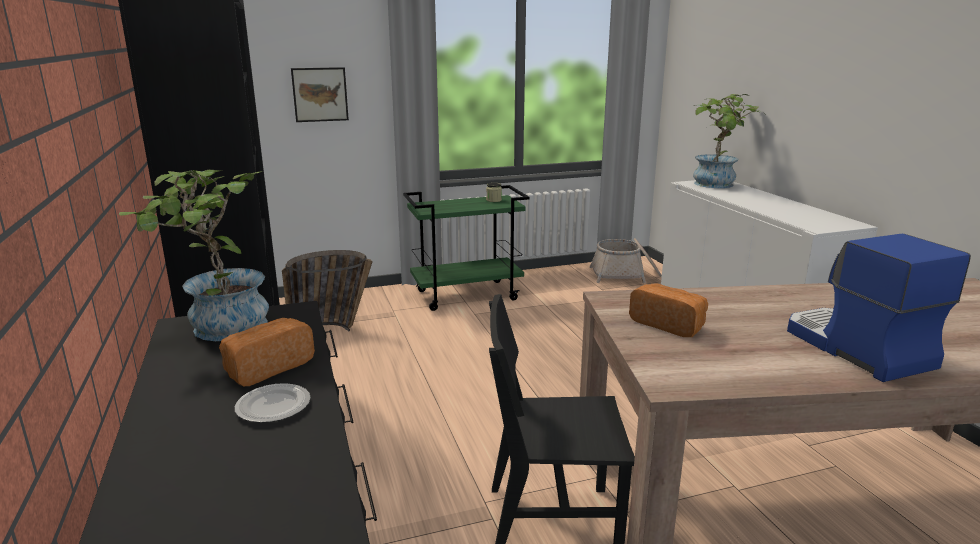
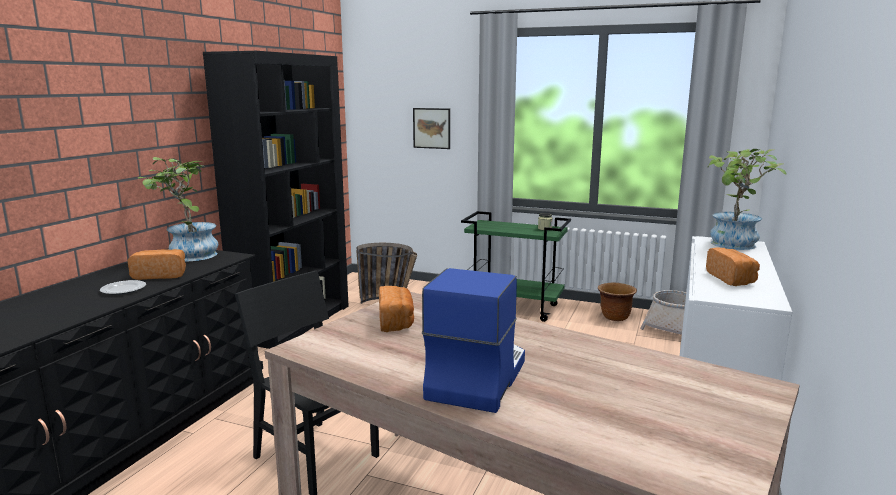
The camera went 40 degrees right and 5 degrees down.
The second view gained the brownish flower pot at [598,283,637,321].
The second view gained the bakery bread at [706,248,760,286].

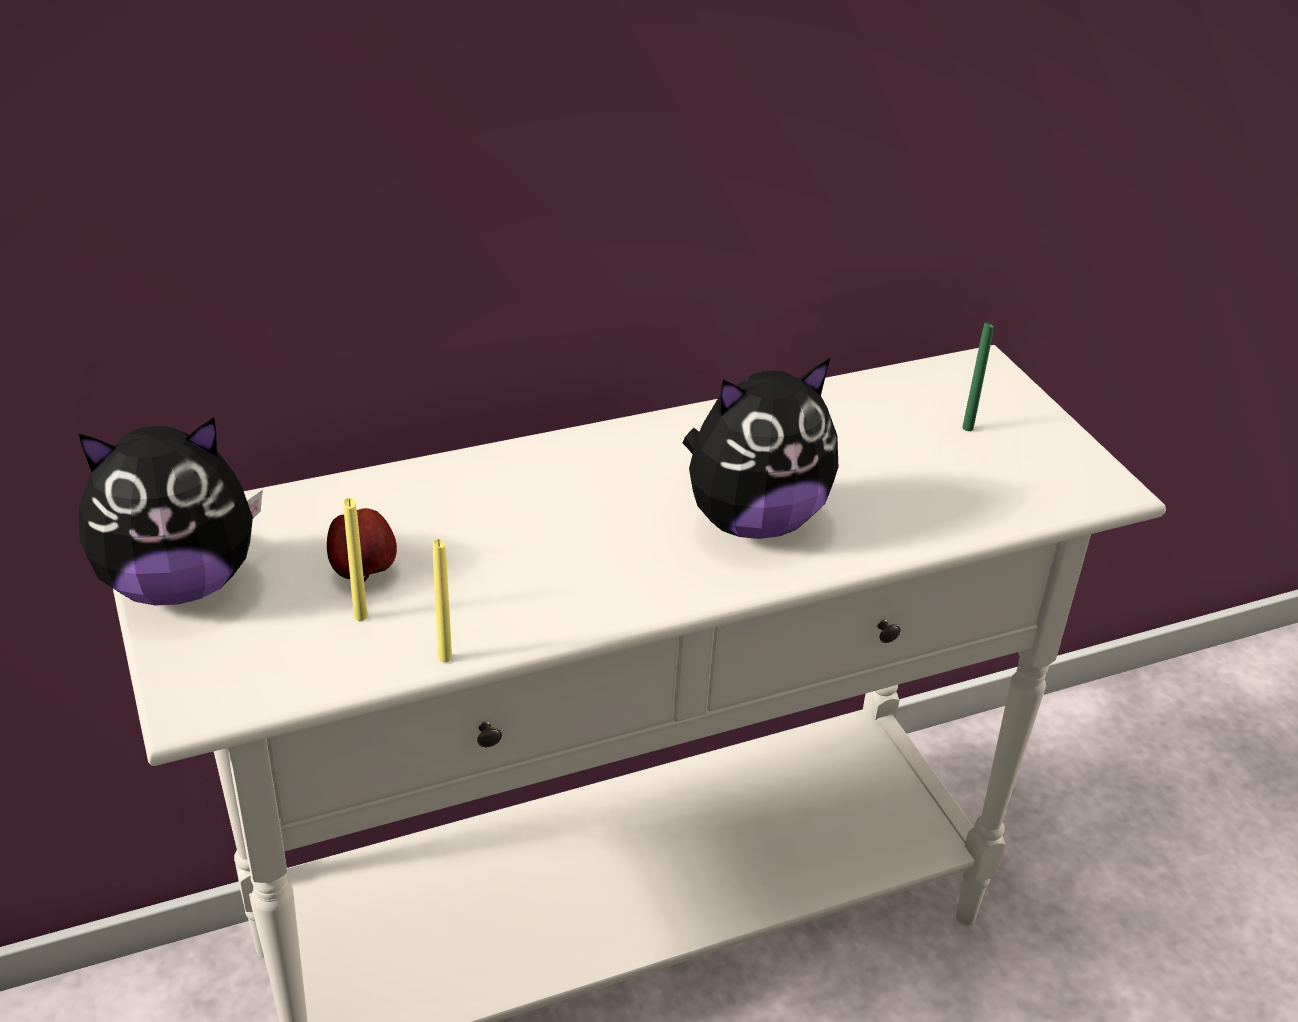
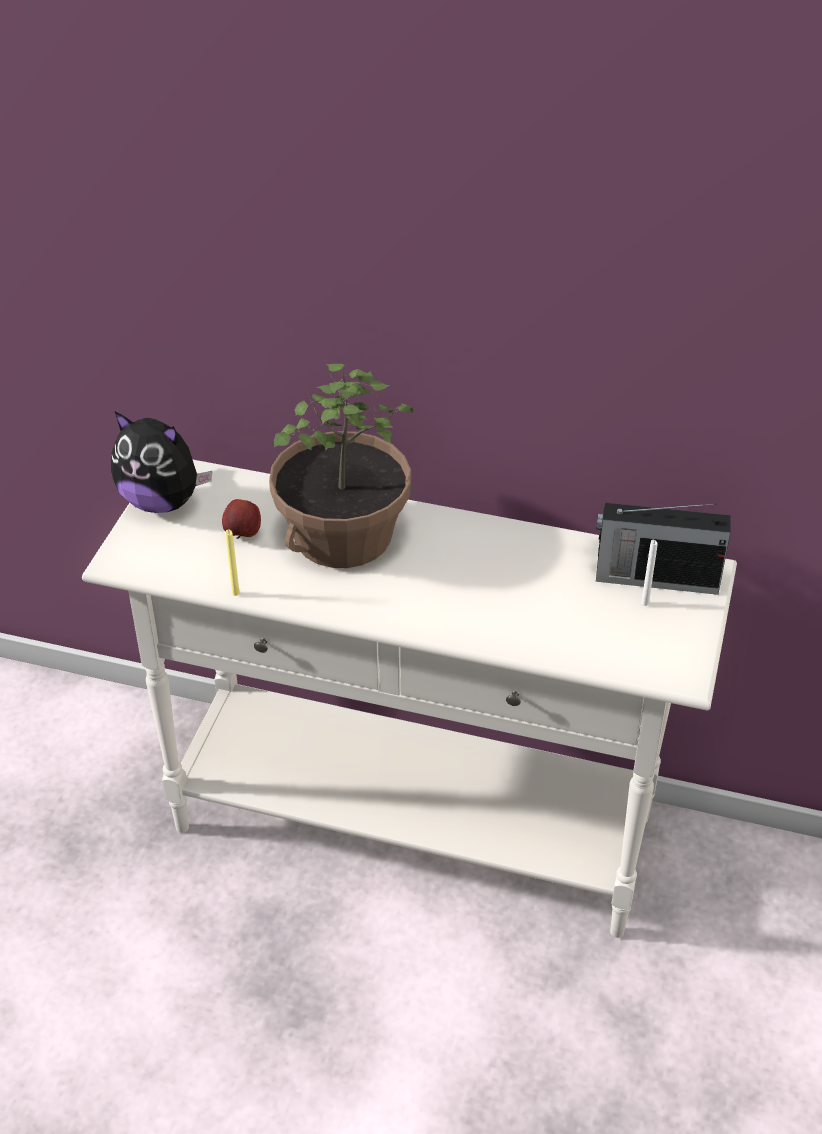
The camera went 40 degrees right and 5 degrees up.
The second view lost the yellowish candle at [343,498,367,621].
The second view lost the soft toy at [683,358,838,539].
What was the greenish candle at [962,322,994,431] turned into the white-coloured candle at [641,540,658,606].
The second view gained the potted plant at [269,364,413,568].
The second view gained the radio receiver at [596,503,731,595].

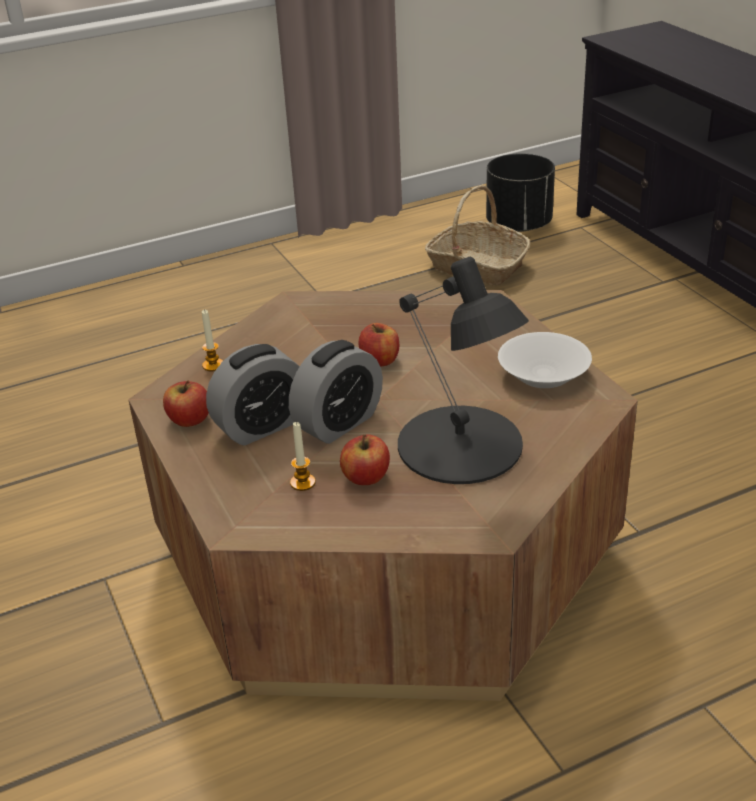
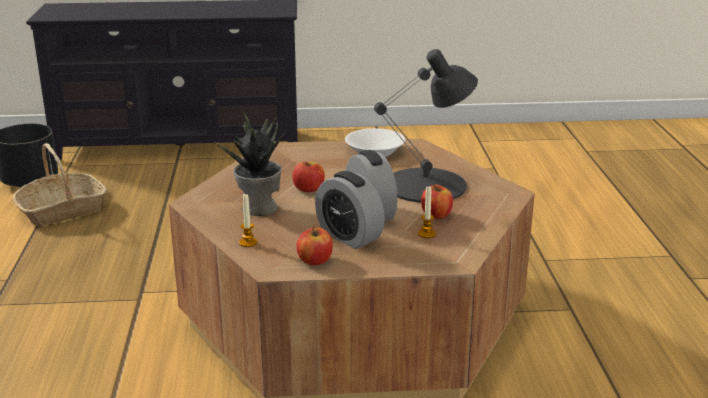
The camera went 70 degrees left and 10 degrees down.
The bedside clock at [206,344,300,446] ended up facing another way, 150 degrees clockwise from before.
The second view gained the potted plant at [213,112,284,216].

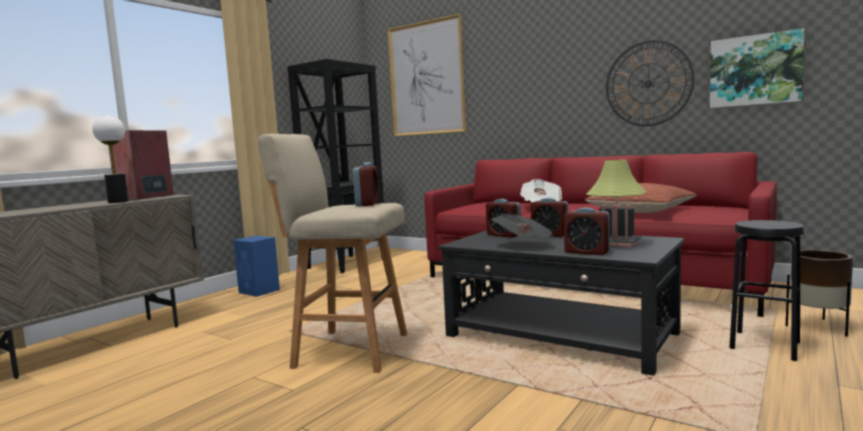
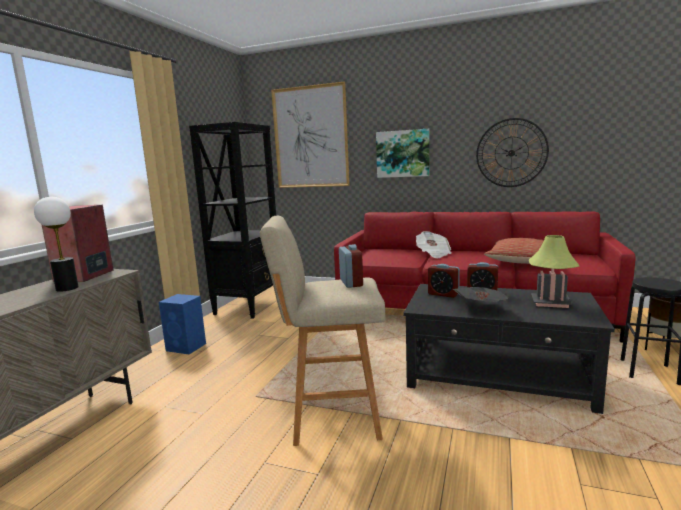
The camera went 15 degrees left and 5 degrees up.
The second view lost the bedside clock at [564,207,610,255].
The wall art ended up elsewhere, having gone from [710,28,805,108] to [376,129,430,178].

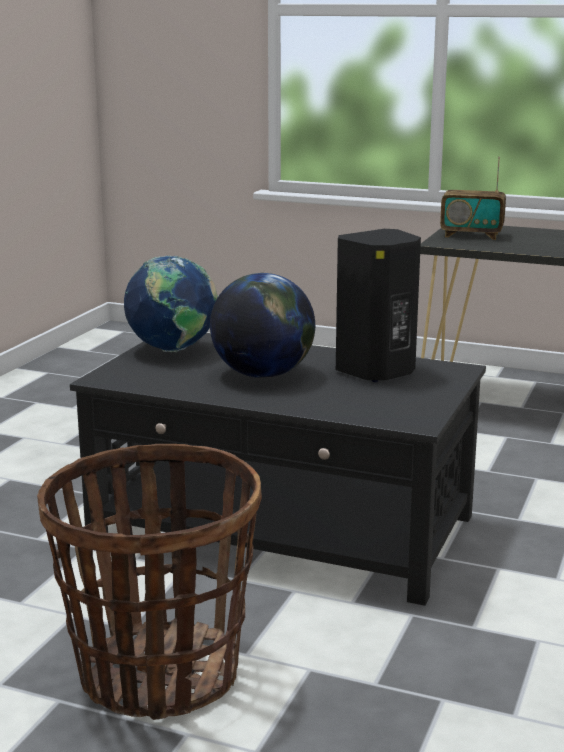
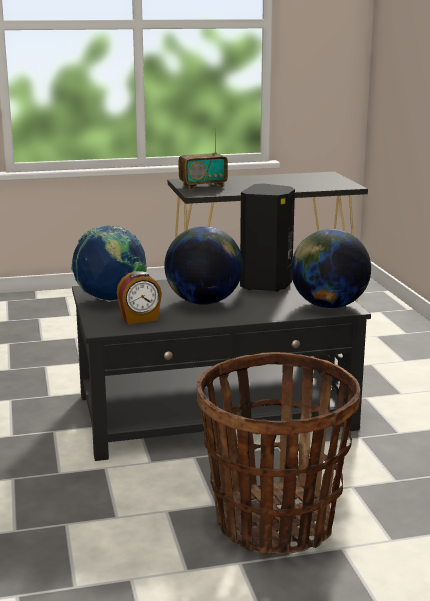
The camera went 35 degrees left and 0 degrees up.
The second view gained the bedside clock at [116,271,162,325].
The second view gained the world globe at [291,229,371,308].

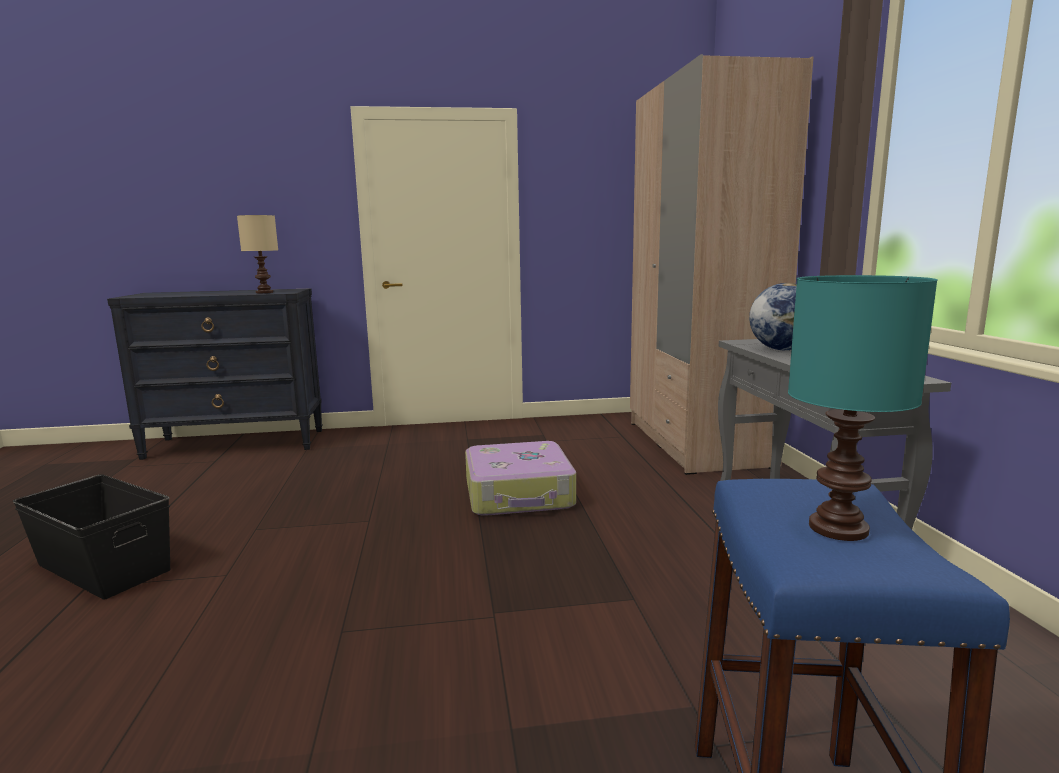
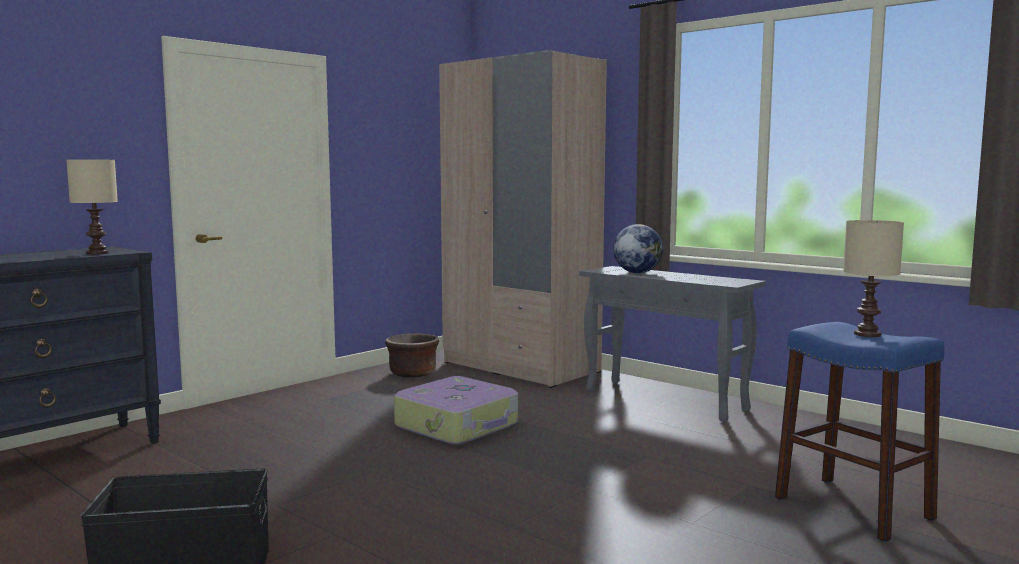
The camera went 40 degrees left and 5 degrees down.
What was the turquoise lamp for a table at [788,275,938,541] turned into the beige-coloured lamp for a table at [843,220,904,337].
The second view gained the brownish flower pot at [385,333,439,378].

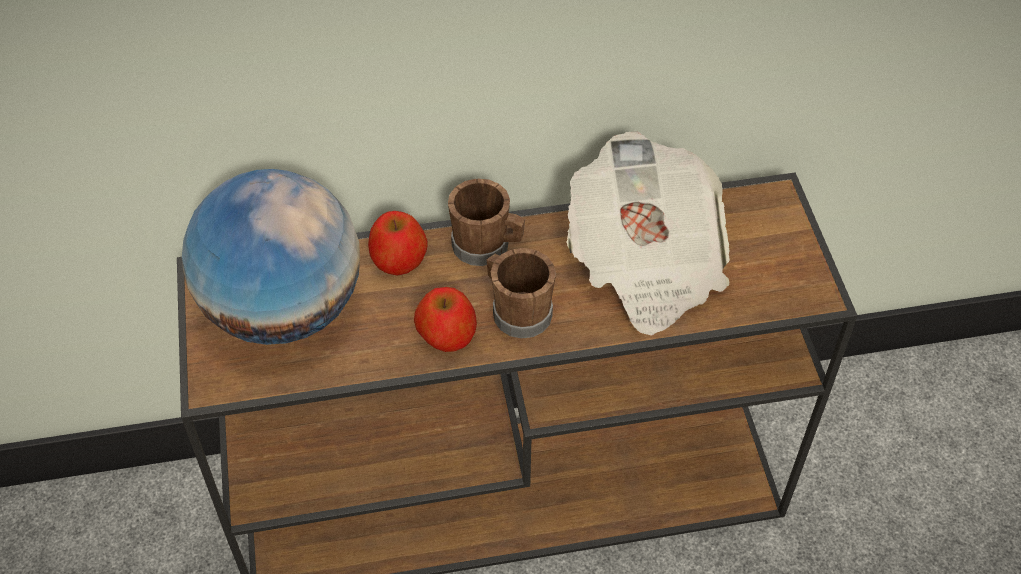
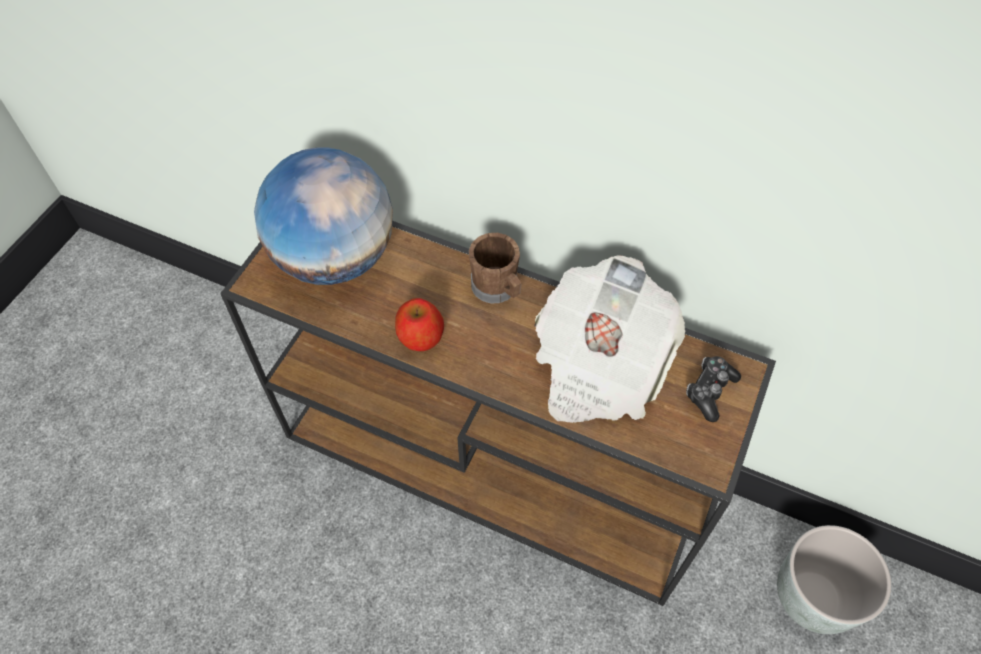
The camera went 35 degrees right and 5 degrees up.
The second view lost the apple fruit at [368,211,428,276].
The second view lost the brownish mug at [486,248,556,339].
The second view gained the game controller at [686,356,741,422].
The second view gained the greyish flower pot at [777,525,891,634].

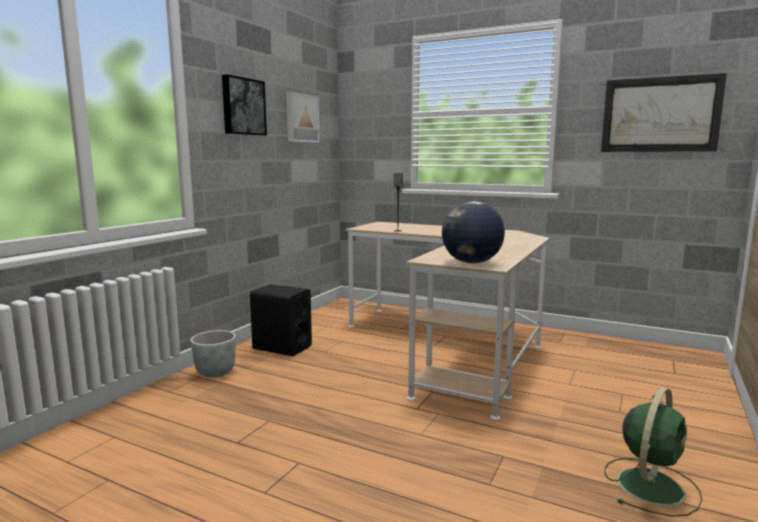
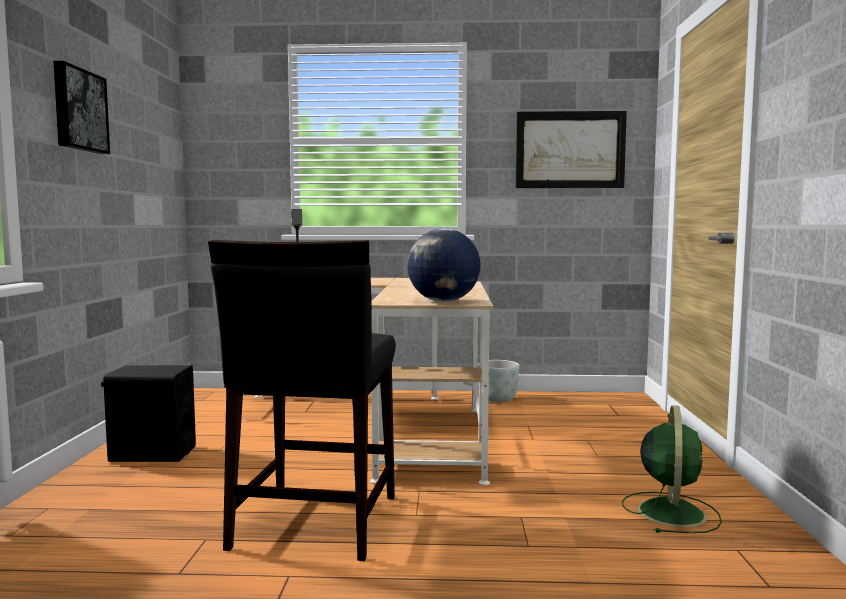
The camera went 25 degrees left and 5 degrees down.
The greyish flower pot ended up elsewhere, having gone from [190,330,236,378] to [478,360,520,403].
The second view lost the wall art at [286,92,320,143].
The second view gained the blackish plain chair at [208,240,396,561].

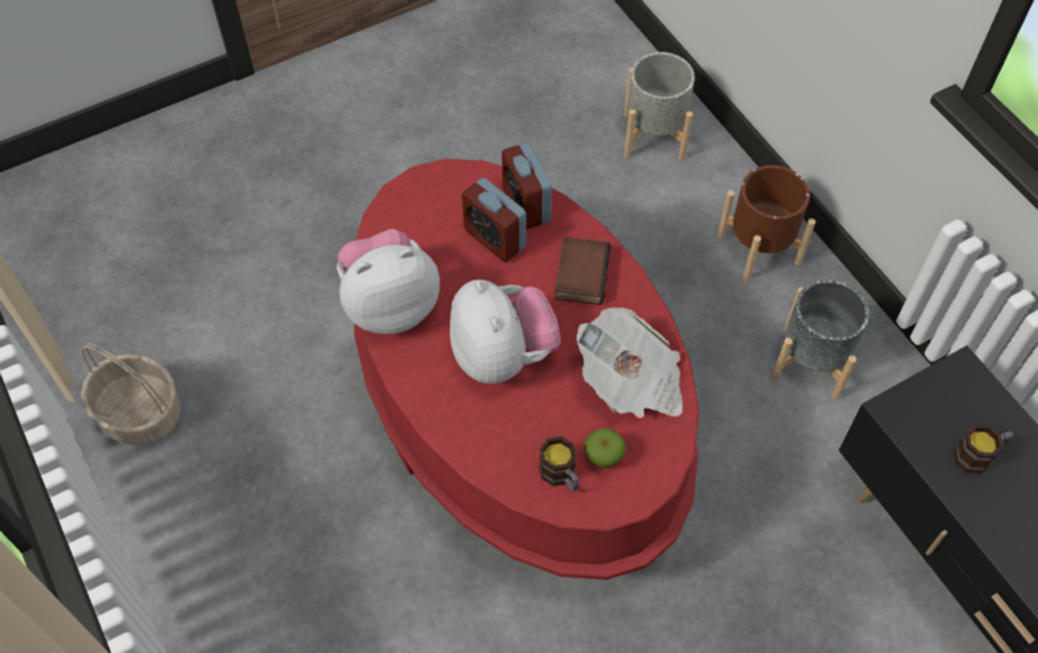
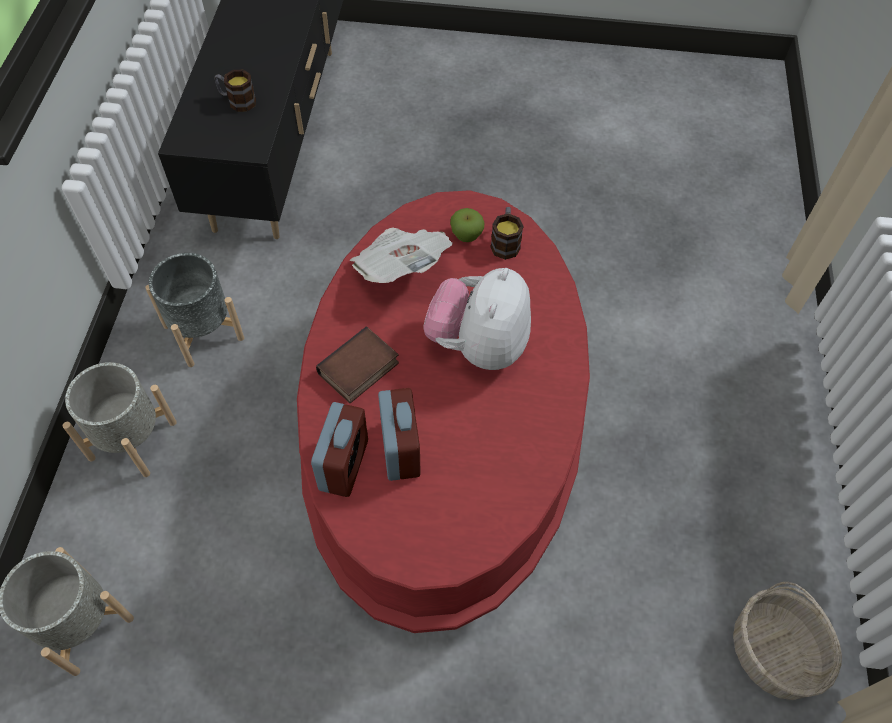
The camera went 145 degrees left and 0 degrees up.
The second view lost the soft toy at [337,229,440,334].
What was the brownish flower pot at [717,165,816,282] turned into the greyish flower pot at [63,362,177,477].

